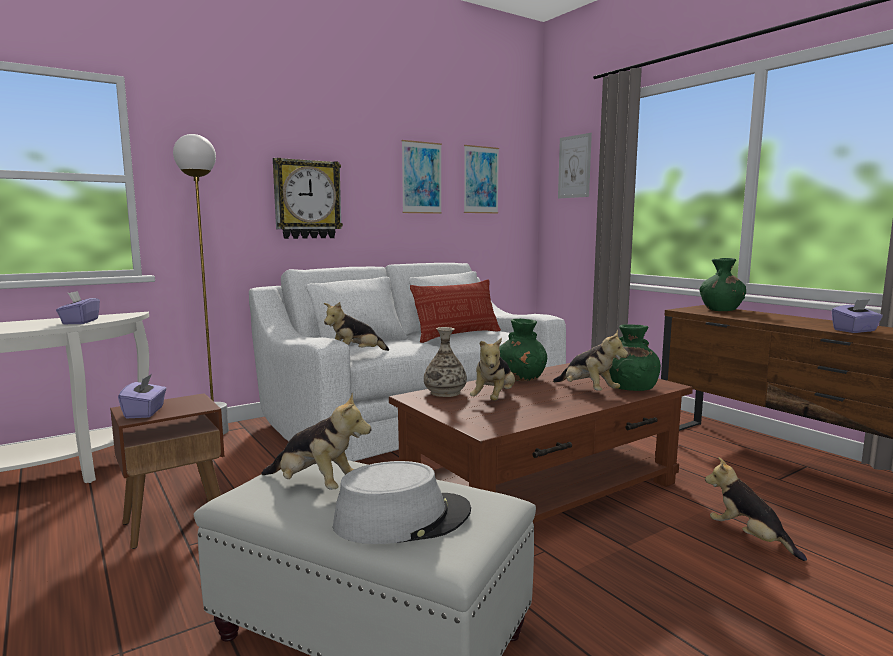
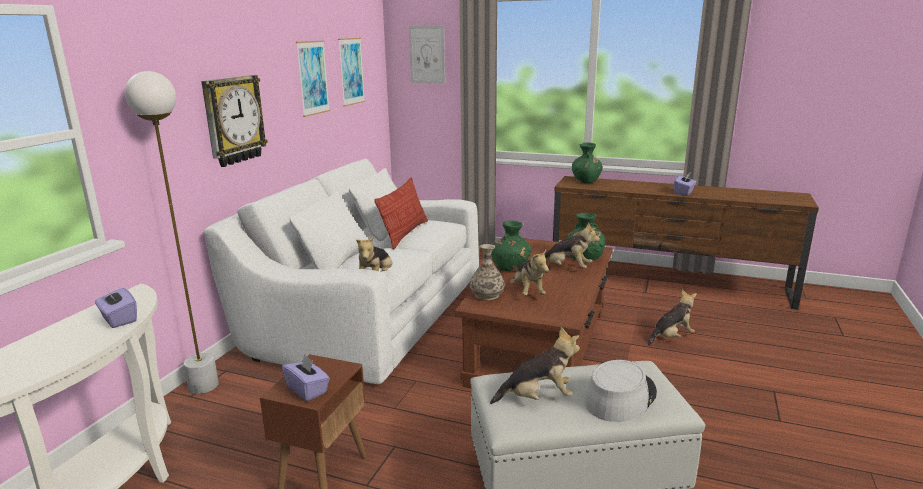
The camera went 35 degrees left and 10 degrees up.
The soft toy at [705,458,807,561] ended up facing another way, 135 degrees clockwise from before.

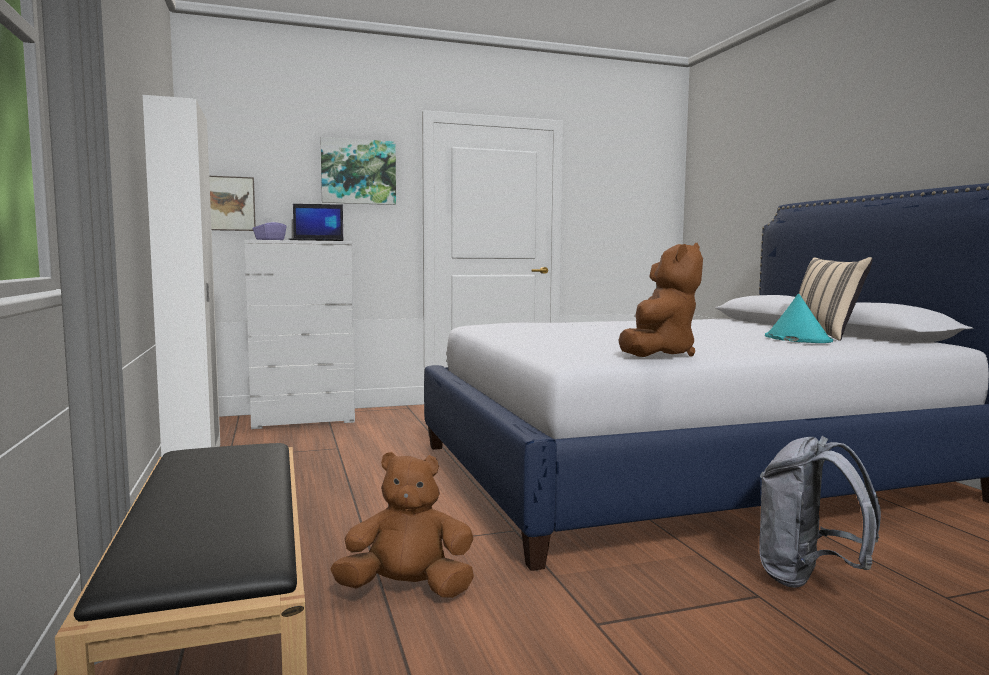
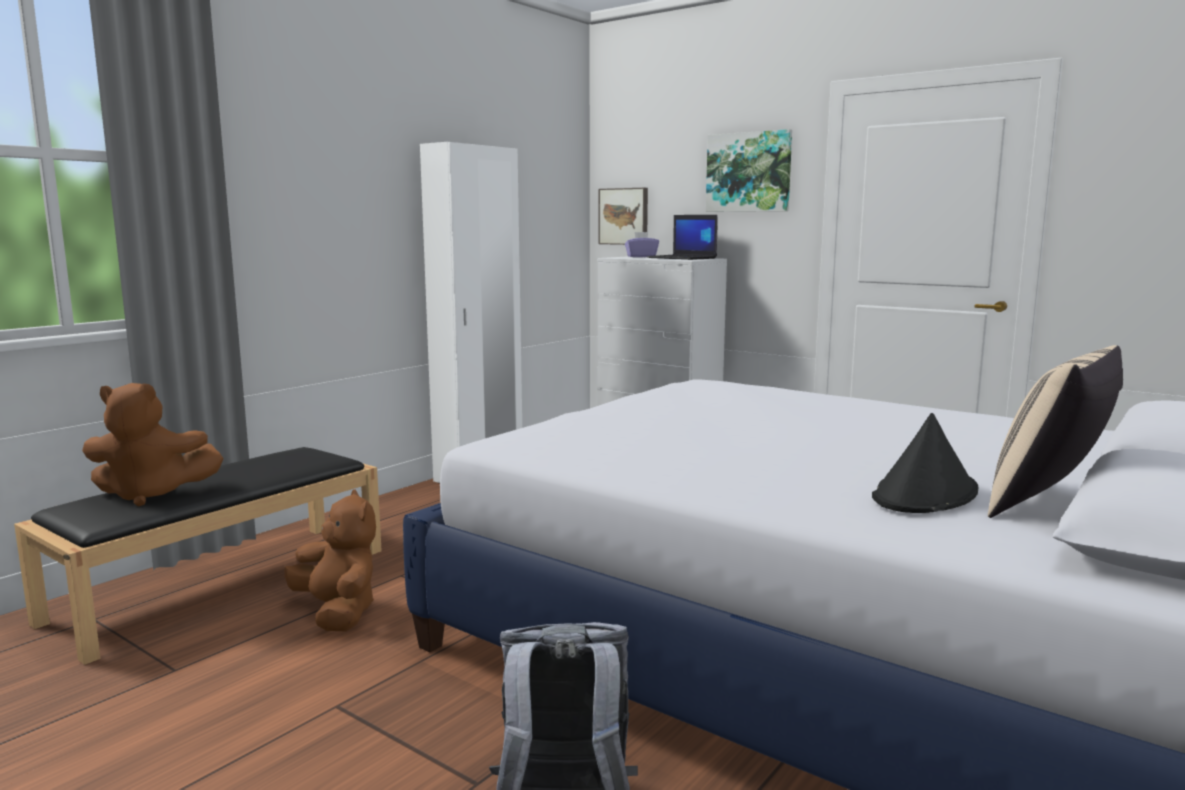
The camera went 55 degrees right and 5 degrees up.
The brownish soft toy ended up elsewhere, having gone from [618,243,703,357] to [82,383,224,506].
What was the turquoise wearable hat at [765,294,833,343] turned into the blackish wearable hat at [872,413,978,513].

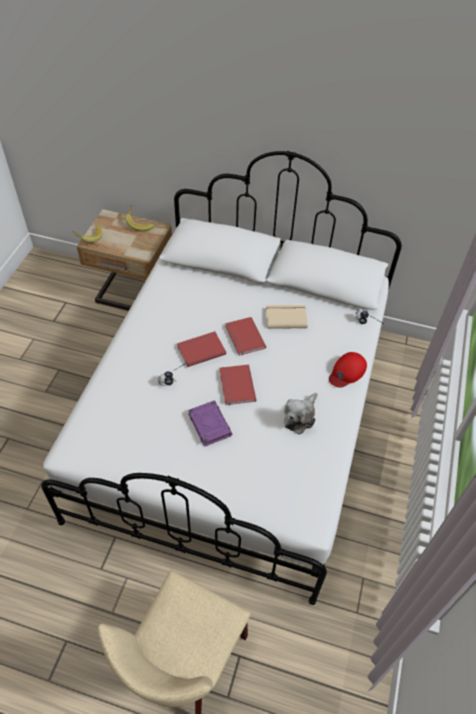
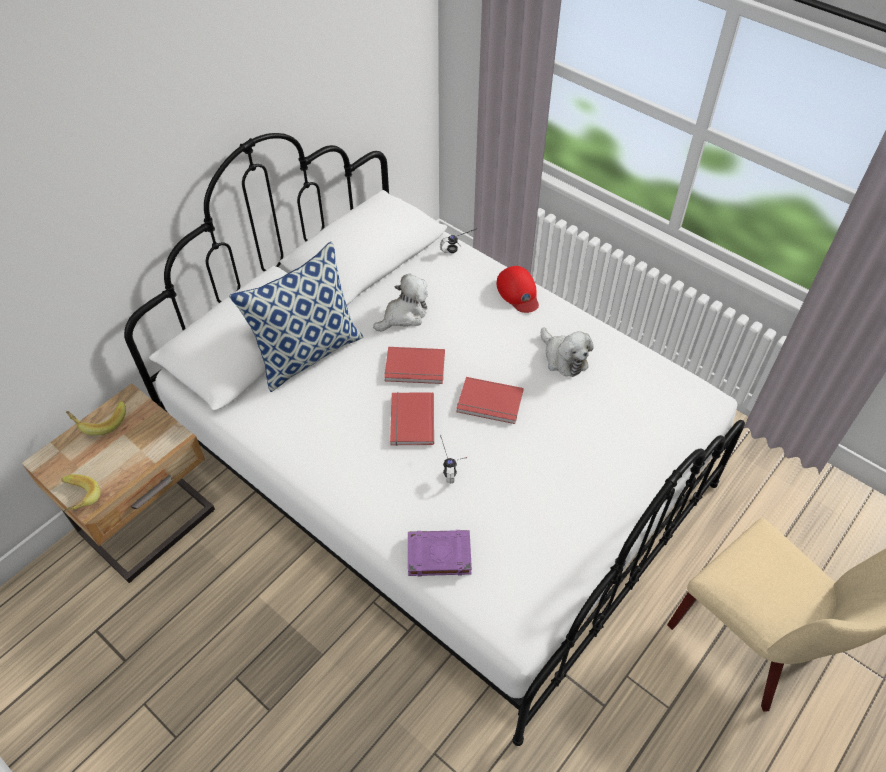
The camera went 65 degrees left and 0 degrees up.
The purplish book ended up elsewhere, having gone from [188,401,232,447] to [408,530,472,577].
Where the beige-coloured book stood at [266,305,308,329], the soft toy came to stand at [373,274,428,331].
The second view gained the pillow at [229,241,364,392].

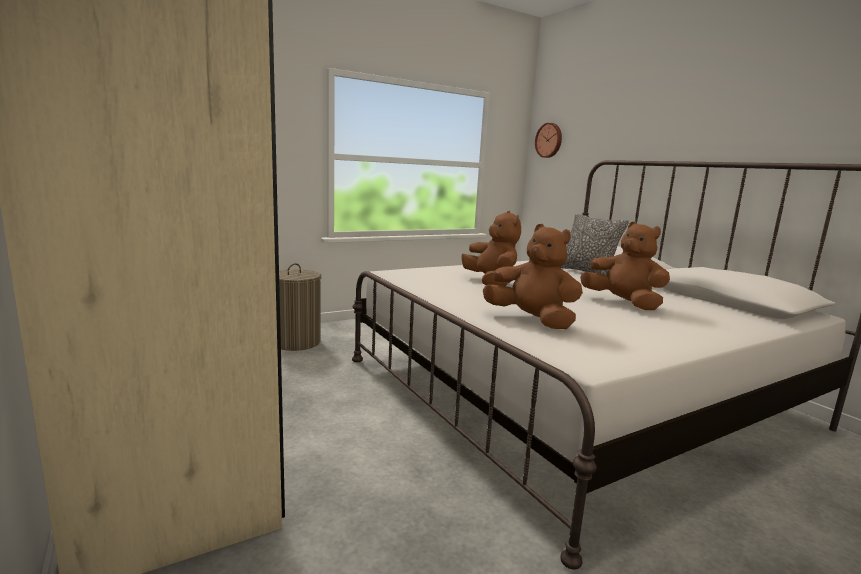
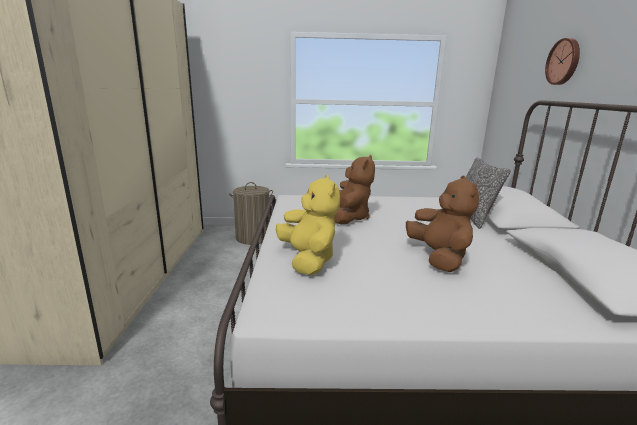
The camera went 30 degrees right and 5 degrees up.
What was the brownish soft toy at [483,224,583,329] turned into the yellowish soft toy at [276,175,340,275].
The clock on the wall ended up elsewhere, having gone from [535,123,562,158] to [545,38,580,85].

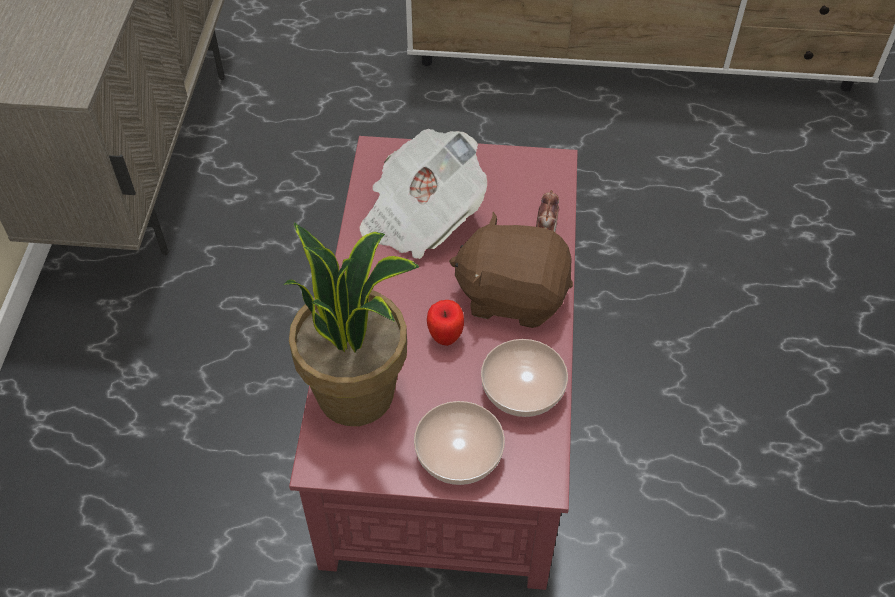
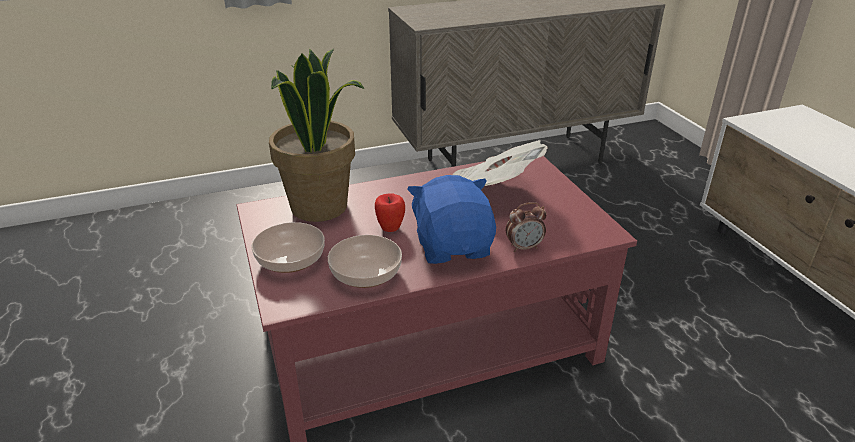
The camera went 65 degrees right and 20 degrees down.
What was the brownish soft toy at [449,212,573,328] turned into the bluish soft toy at [407,175,496,264].

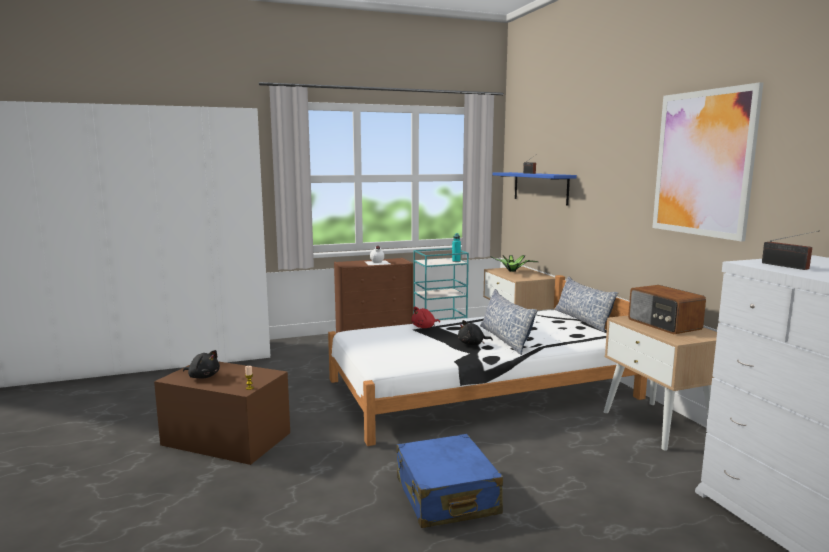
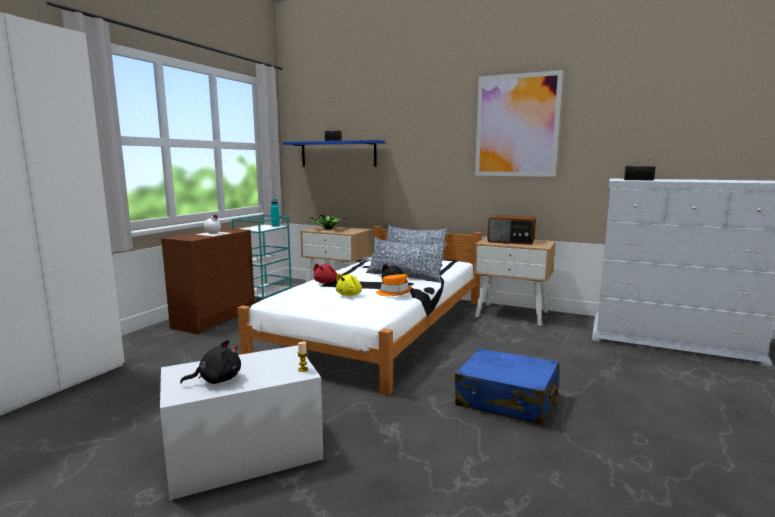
The camera went 45 degrees left and 0 degrees up.
What was the brownish storage box at [154,361,290,465] turned into the white-coloured storage box at [160,345,324,500].
The second view gained the yellowish soft toy at [336,273,362,296].
The second view gained the orange-coloured wearable hat at [376,274,412,296].

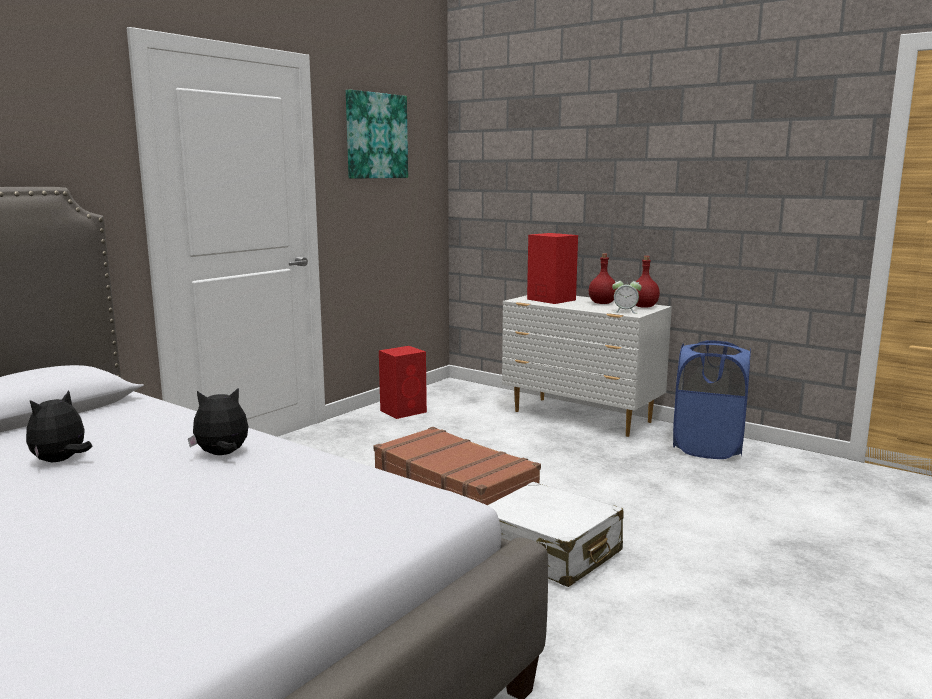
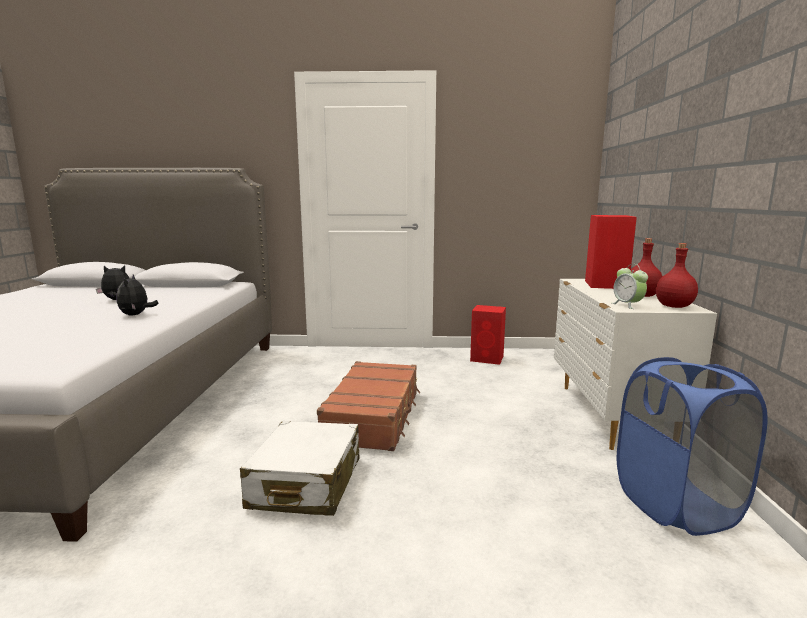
The camera went 55 degrees right and 0 degrees up.
The soft toy at [188,388,248,455] ended up facing another way, 135 degrees counterclockwise from before.
The second view lost the wall art at [346,90,408,179].

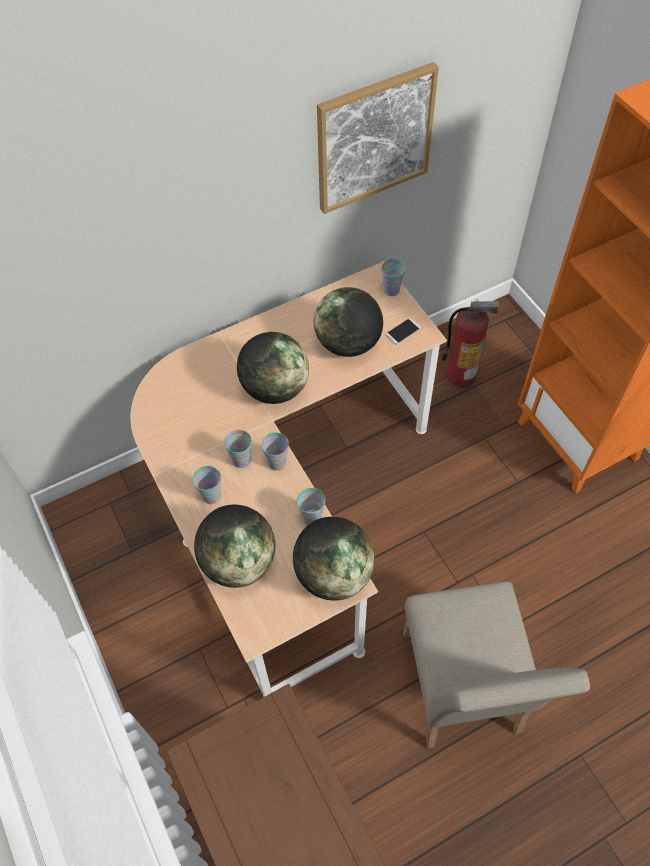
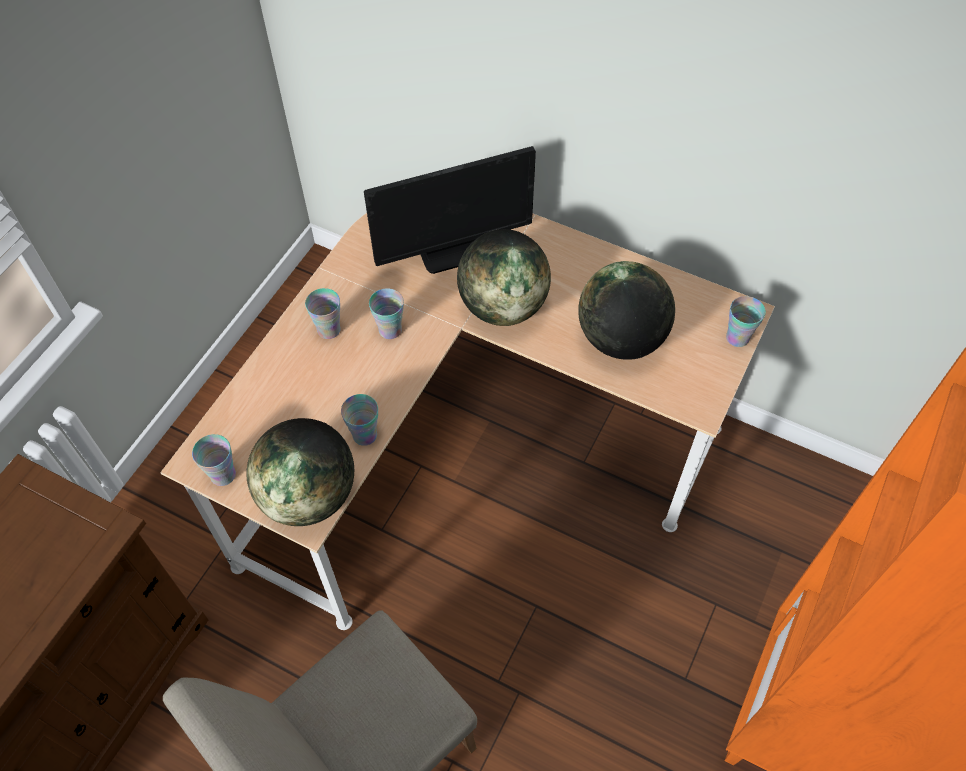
The camera went 55 degrees right and 0 degrees up.
The second view lost the world globe at [194,505,275,588].
The small cup ended up elsewhere, having gone from [261,432,289,471] to [192,434,236,486].
The second view lost the wall art at [317,62,439,214].
The second view lost the handset at [386,318,421,344].
The second view lost the extinguisher at [442,299,500,388].
The second view gained the computer screen at [364,146,536,274].

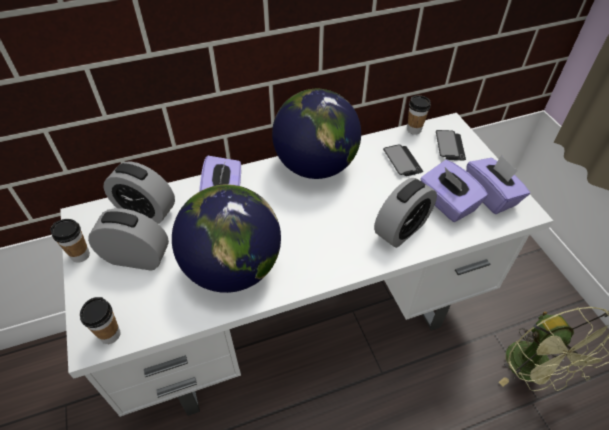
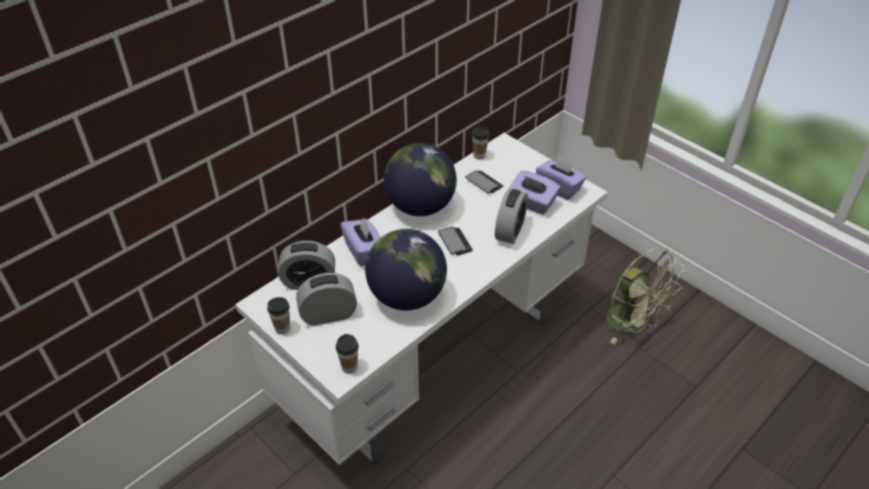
The camera went 25 degrees left and 5 degrees down.
The handset ended up elsewhere, having gone from [436,130,466,160] to [438,227,473,255].

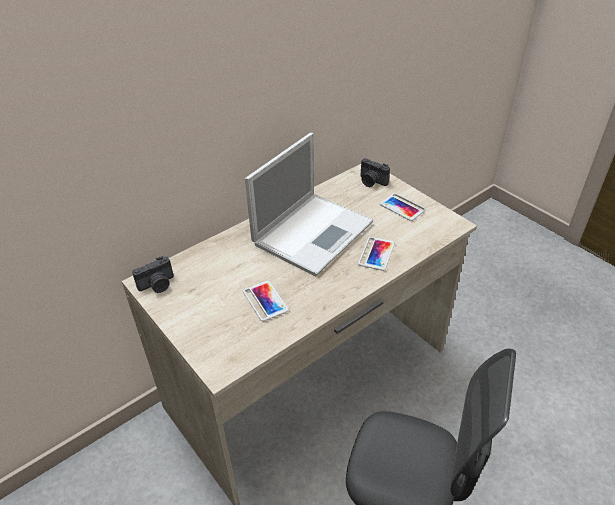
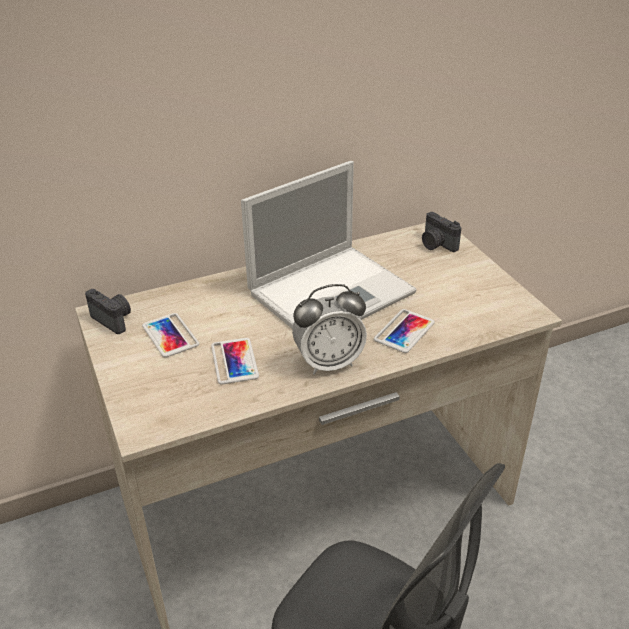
The camera went 15 degrees right and 5 degrees down.
The photo camera at [132,256,174,293] ended up facing another way, 120 degrees counterclockwise from before.
The handset ended up elsewhere, having gone from [380,193,426,221] to [142,313,199,357].
The second view gained the bedside clock at [292,284,367,375].

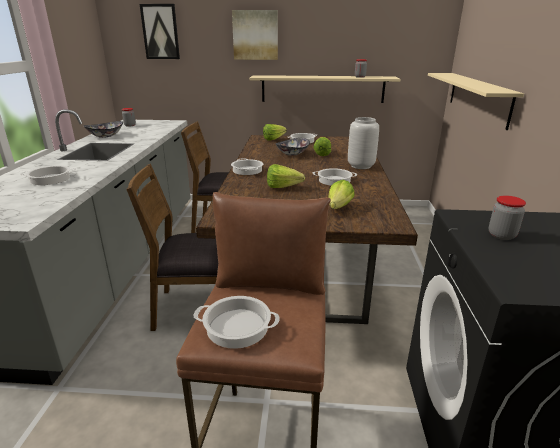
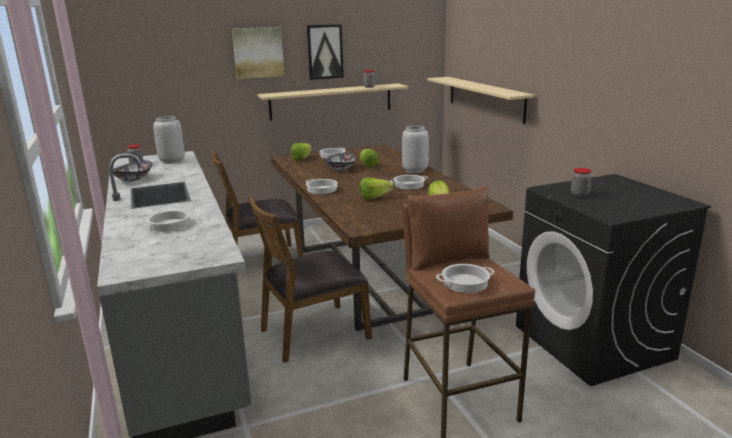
The camera went 25 degrees left and 5 degrees down.
The wall art ended up elsewhere, having gone from [139,4,180,59] to [307,24,344,80].
The second view gained the greyish flower vase at [153,116,185,164].

